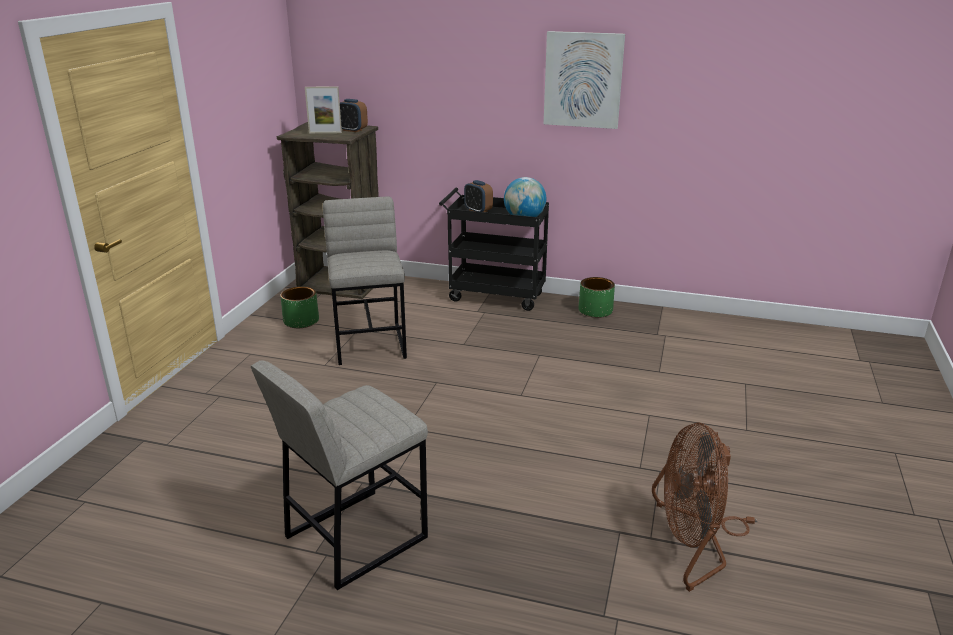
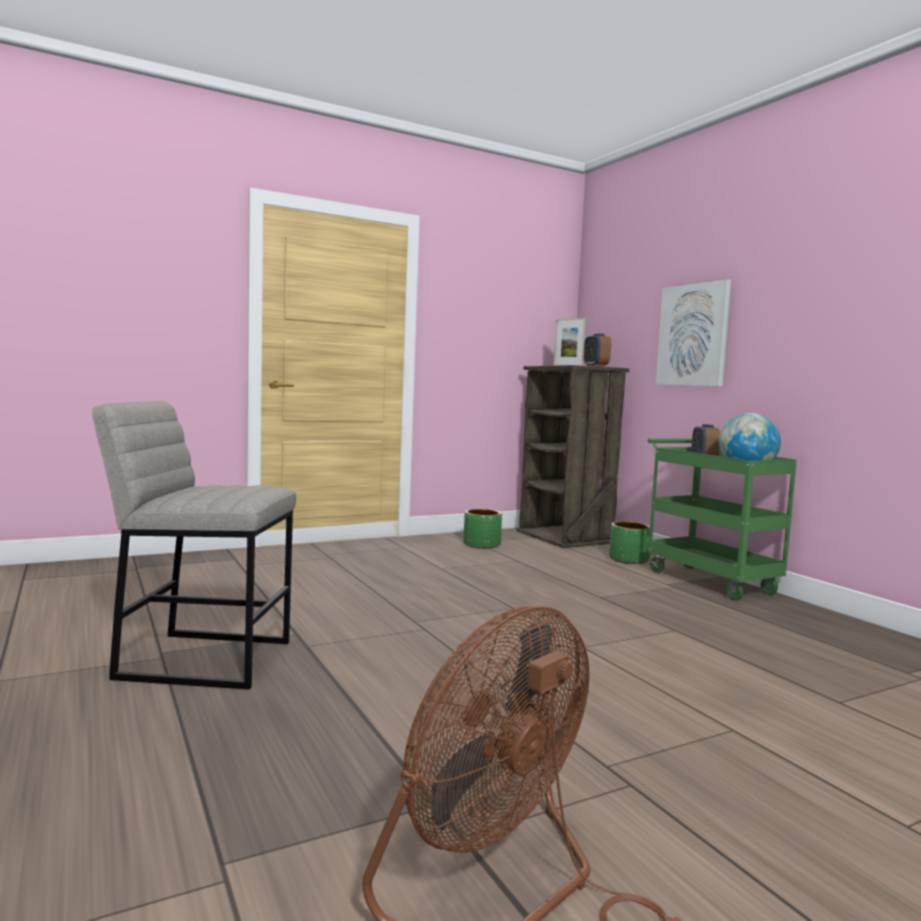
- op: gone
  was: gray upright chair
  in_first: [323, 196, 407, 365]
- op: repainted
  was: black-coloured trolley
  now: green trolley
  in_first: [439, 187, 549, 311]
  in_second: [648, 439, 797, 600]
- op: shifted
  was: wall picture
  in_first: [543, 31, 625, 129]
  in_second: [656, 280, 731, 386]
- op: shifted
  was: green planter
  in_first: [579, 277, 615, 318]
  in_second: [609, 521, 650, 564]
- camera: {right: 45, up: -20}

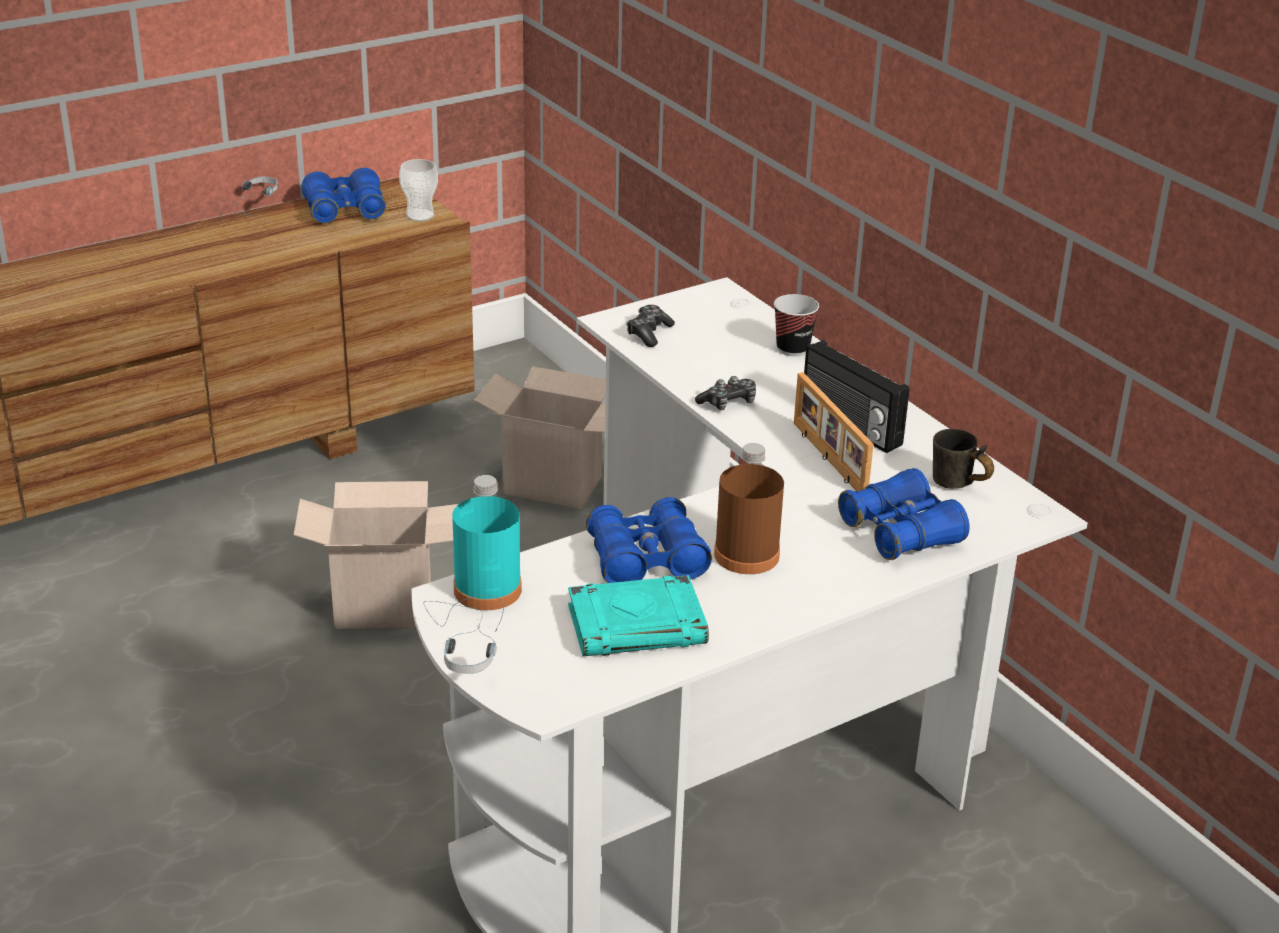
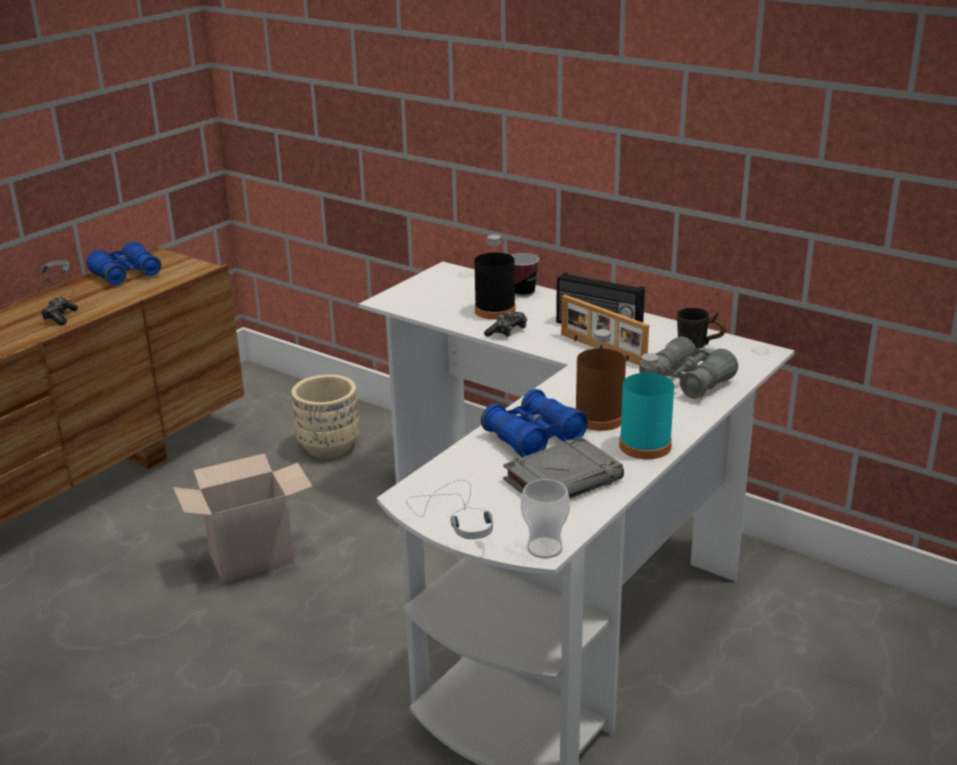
- op: shifted
  was: drinking cup
  in_first: [399, 159, 438, 222]
  in_second: [521, 479, 570, 559]
- op: shifted
  was: turquoise-coloured beverage bottle
  in_first: [452, 475, 522, 610]
  in_second: [619, 353, 674, 459]
- op: swapped
  was: cardboard box
  now: beige planter
  in_first: [474, 366, 606, 509]
  in_second: [291, 375, 359, 458]
- op: repainted
  was: turquoise-coloured volume
  now: gray volume
  in_first: [568, 575, 709, 656]
  in_second: [503, 437, 624, 499]
- op: shifted
  was: gamepad
  in_first: [627, 305, 675, 347]
  in_second: [41, 297, 78, 325]
- op: repainted
  was: blue-coloured field glasses
  now: gray field glasses
  in_first: [838, 468, 970, 560]
  in_second: [639, 337, 738, 399]
- op: new
  now: black-coloured beverage bottle
  in_second: [474, 235, 516, 320]
- camera: {right: -20, up: -5}

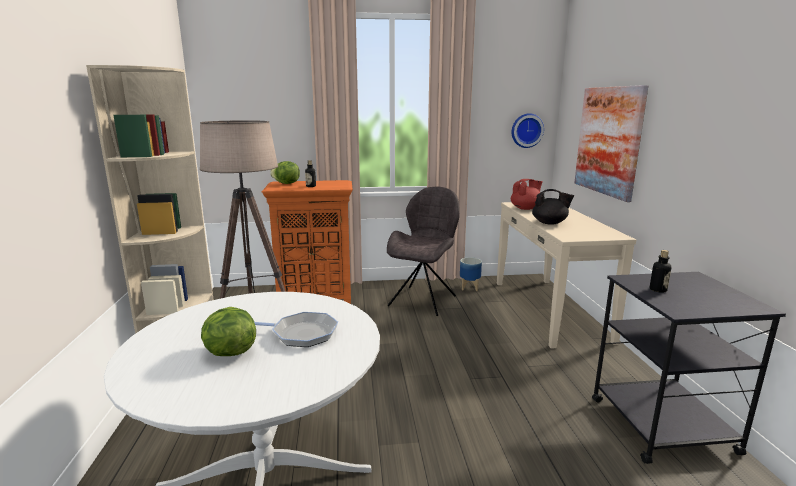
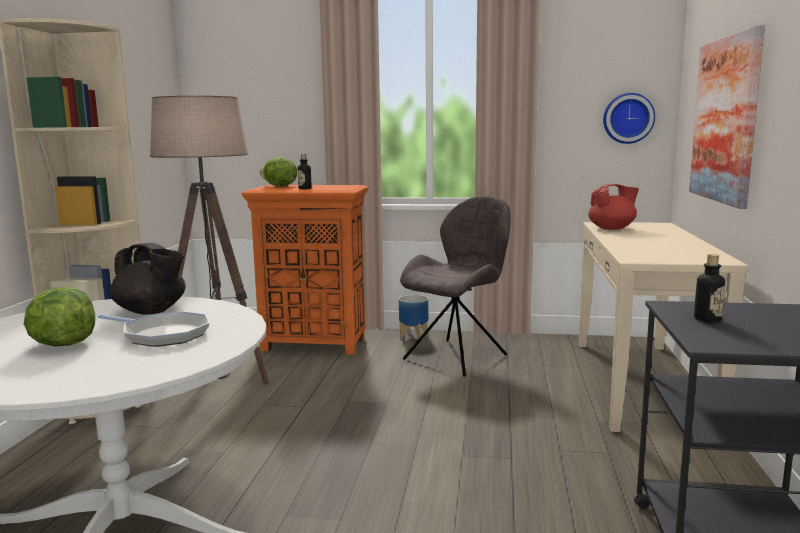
- op: shifted
  was: planter
  in_first: [460, 257, 482, 291]
  in_second: [399, 295, 428, 339]
- op: shifted
  was: black-coloured teapot
  in_first: [532, 189, 574, 225]
  in_second: [110, 243, 186, 315]
- camera: {right: 15, up: -5}

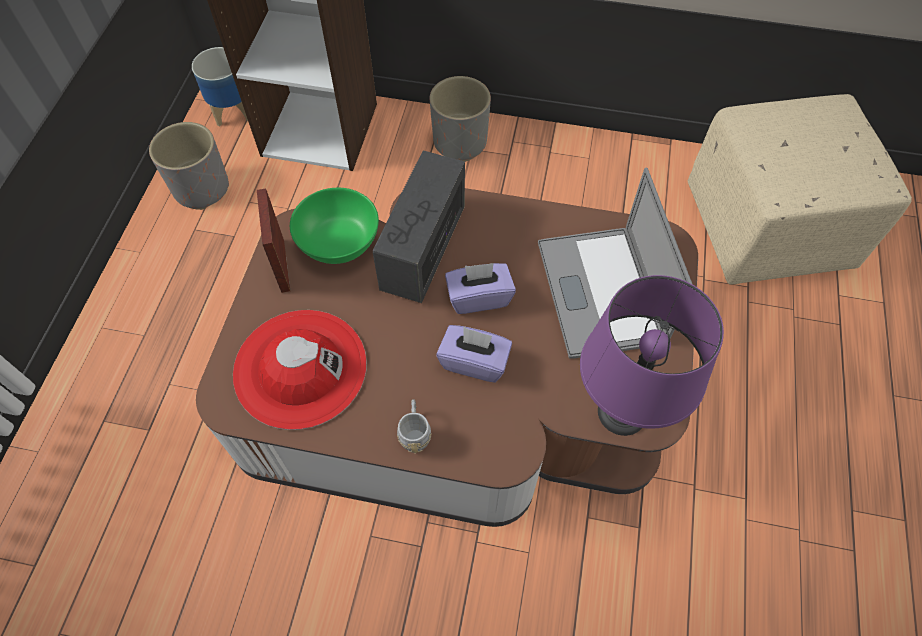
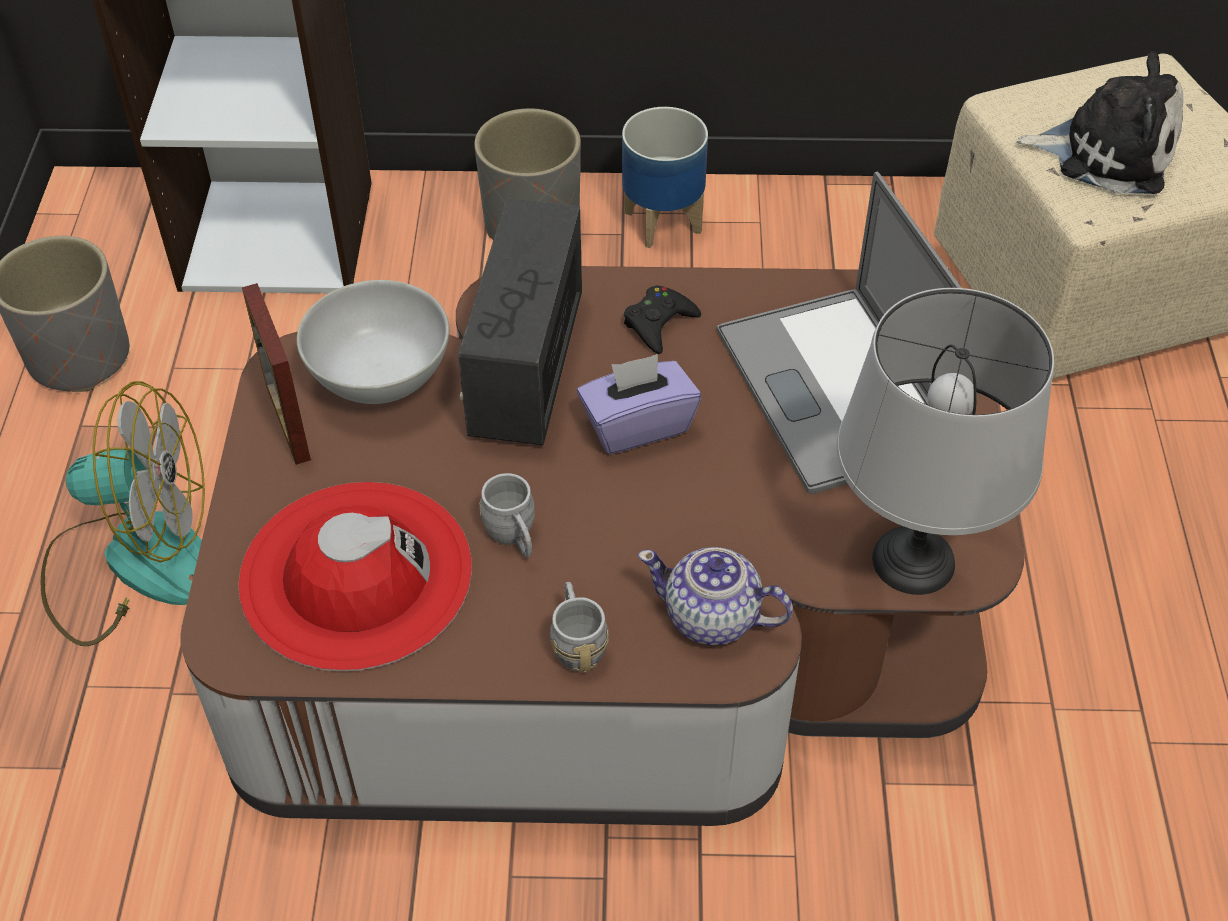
- op: shifted
  was: planter
  in_first: [192, 47, 248, 127]
  in_second: [622, 107, 708, 248]
- op: repainted
  was: green serving bowl
  now: white-coloured serving bowl
  in_first: [290, 188, 379, 264]
  in_second: [297, 280, 450, 404]
- op: gone
  was: purple-coloured box of tissues
  in_first: [436, 325, 512, 383]
- op: repainted
  was: purple-coloured lamp for a table
  now: gray lamp for a table
  in_first: [580, 275, 724, 436]
  in_second: [836, 288, 1054, 595]
- op: new
  now: cooling fan
  in_second: [40, 381, 205, 646]
- op: new
  now: gray coffee mug
  in_second: [479, 473, 535, 558]
- op: new
  now: black-coloured gamepad
  in_second: [624, 285, 701, 354]
- op: new
  now: teapot
  in_second: [638, 547, 793, 645]
- op: new
  now: cuddly toy
  in_second: [1016, 51, 1183, 194]
- camera: {right: -10, up: -10}

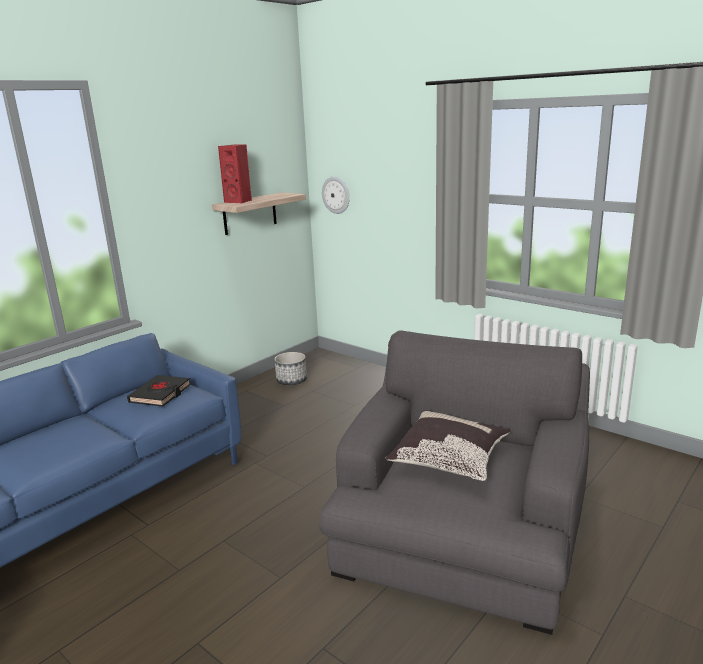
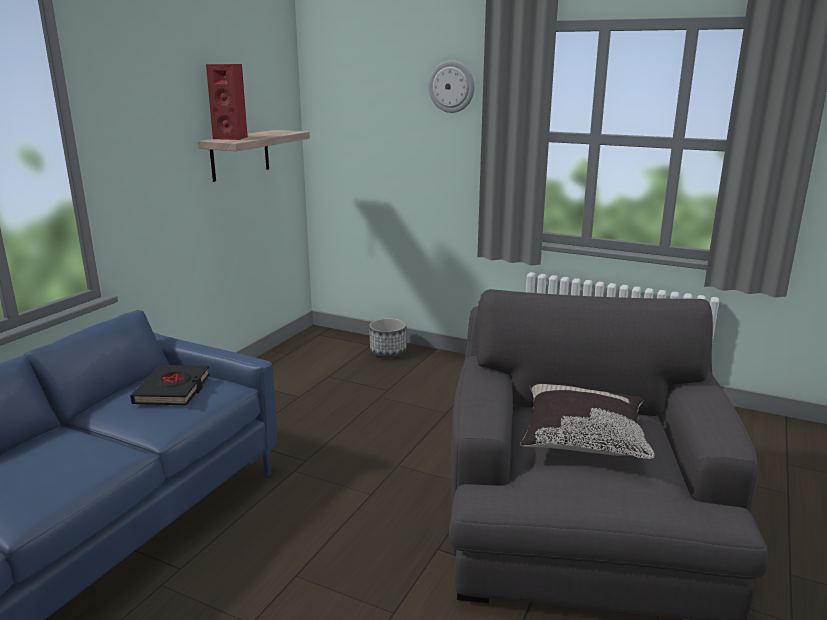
- op: shifted
  was: planter
  in_first: [274, 352, 307, 385]
  in_second: [369, 318, 407, 357]
- op: shifted
  was: clock on the wall
  in_first: [322, 177, 350, 214]
  in_second: [428, 60, 475, 113]
- camera: {right: -15, up: 0}

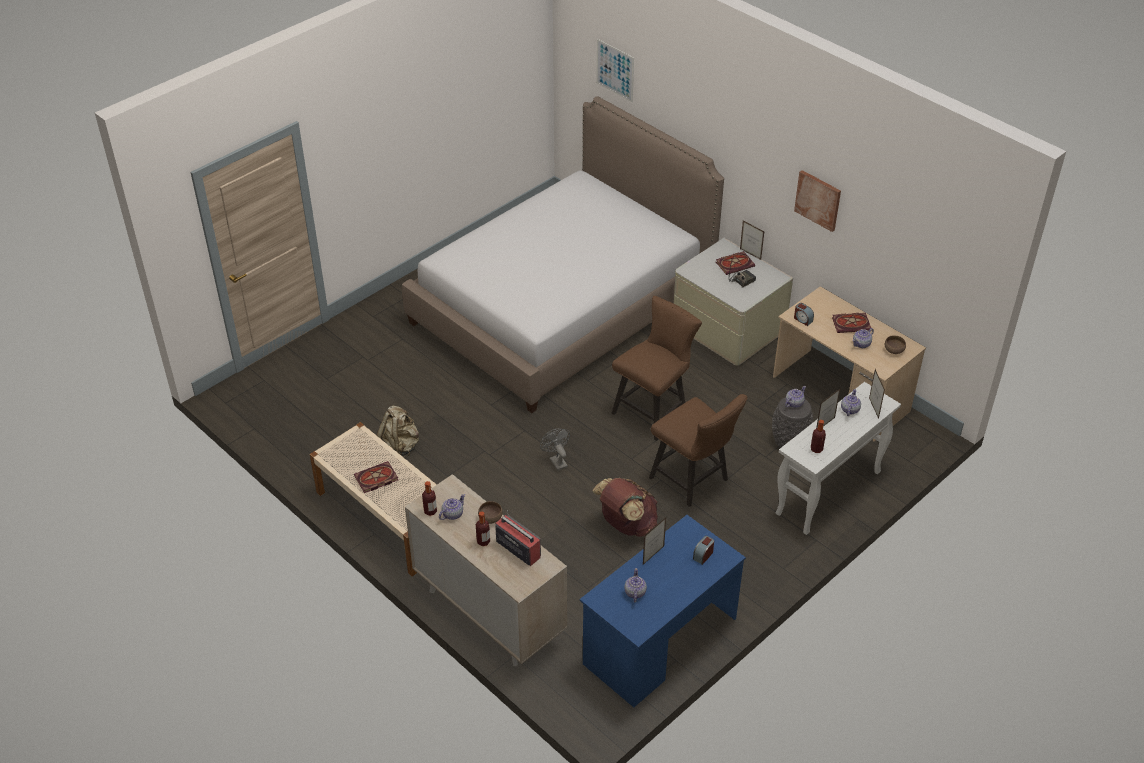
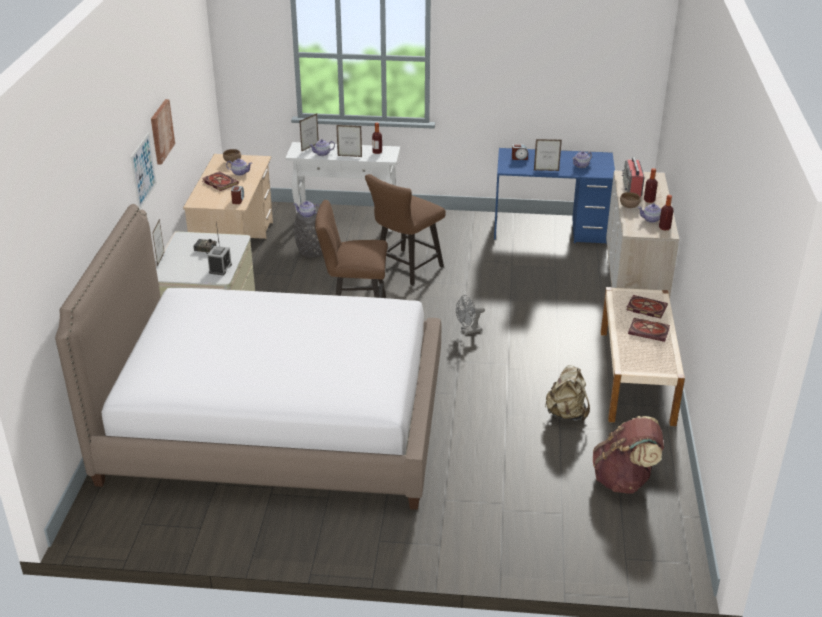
- op: rotated
  was: gray cooling fan
  in_first: [540, 429, 570, 471]
  in_second: [456, 295, 485, 335]
  clockwise: 45
- op: shifted
  was: brownish rucksack
  in_first: [592, 478, 658, 537]
  in_second: [593, 416, 664, 493]
- op: shifted
  was: wall picture
  in_first: [596, 39, 634, 102]
  in_second: [130, 132, 157, 210]
- op: rotated
  was: brownish upright chair
  in_first: [649, 394, 748, 507]
  in_second: [365, 174, 446, 285]
  clockwise: -150
- op: shifted
  was: volume
  in_first: [716, 251, 755, 275]
  in_second: [626, 295, 668, 318]
- op: new
  now: bedside clock
  in_second: [207, 246, 232, 275]
- camera: {right: -130, up: -10}

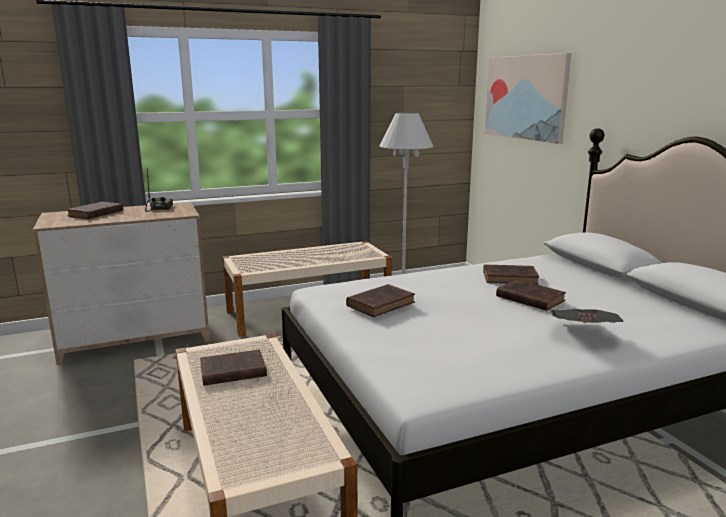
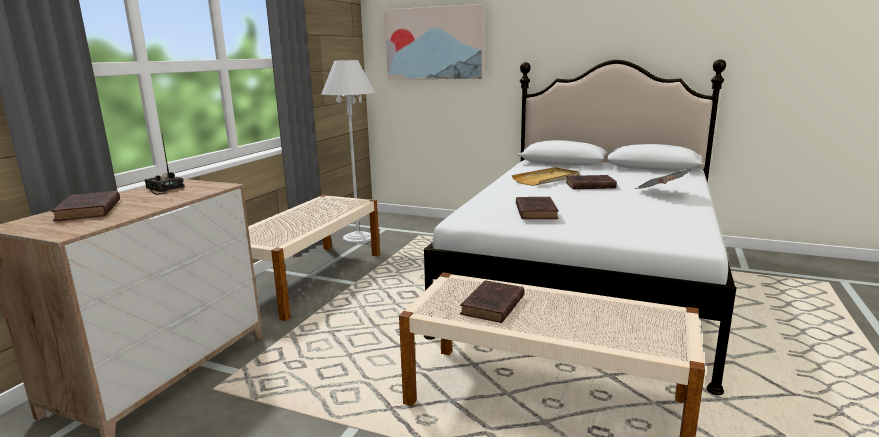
- op: swapped
  was: brownish volume
  now: beige carrying tray
  in_first: [483, 264, 539, 285]
  in_second: [512, 167, 579, 186]
- camera: {right: -45, up: 0}

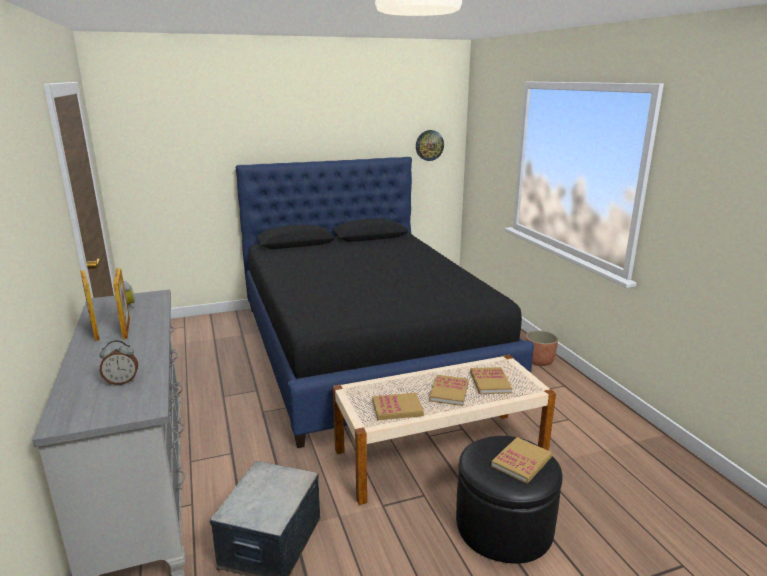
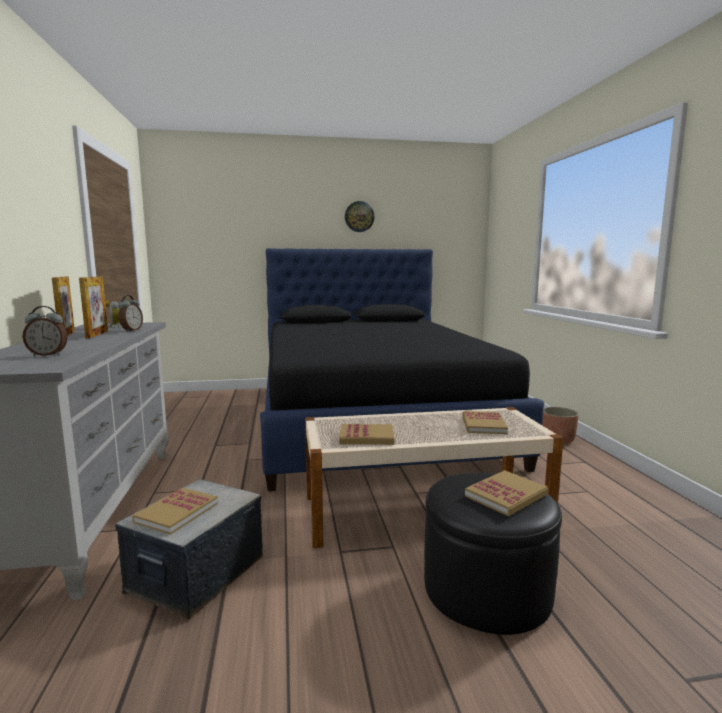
- op: shifted
  was: clock on the wall
  in_first: [416, 130, 444, 161]
  in_second: [345, 201, 374, 232]
- op: shifted
  was: volume
  in_first: [429, 375, 469, 406]
  in_second: [132, 488, 218, 535]
- op: new
  now: bedside clock
  in_second: [118, 295, 143, 332]
- camera: {right: 10, up: -10}

